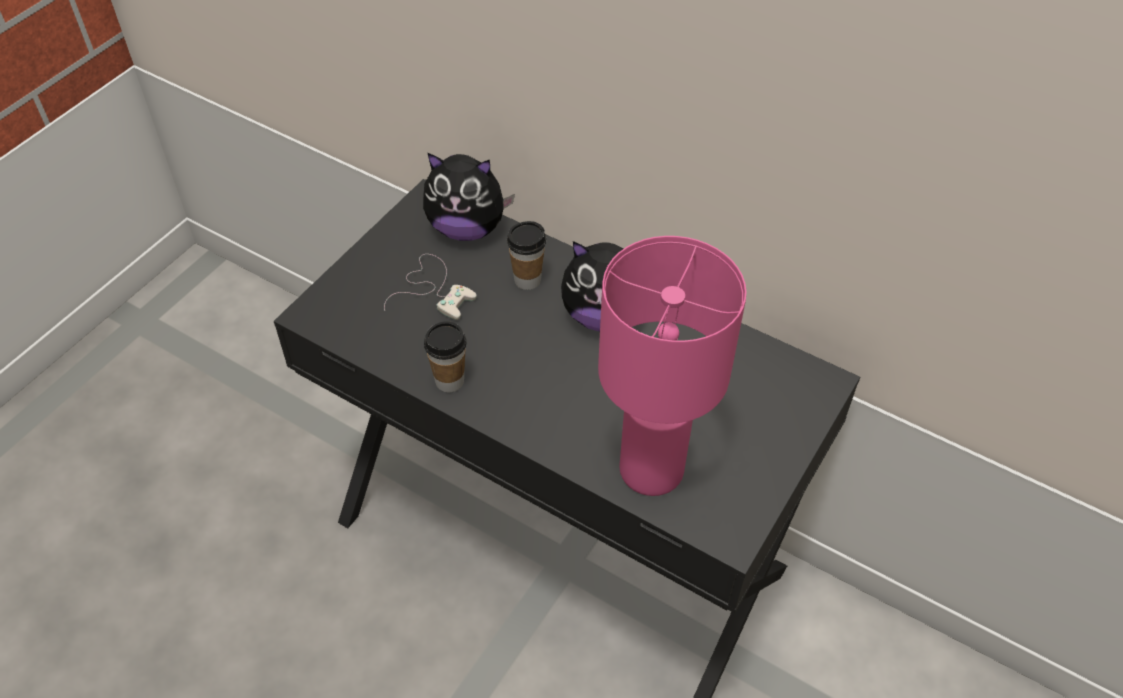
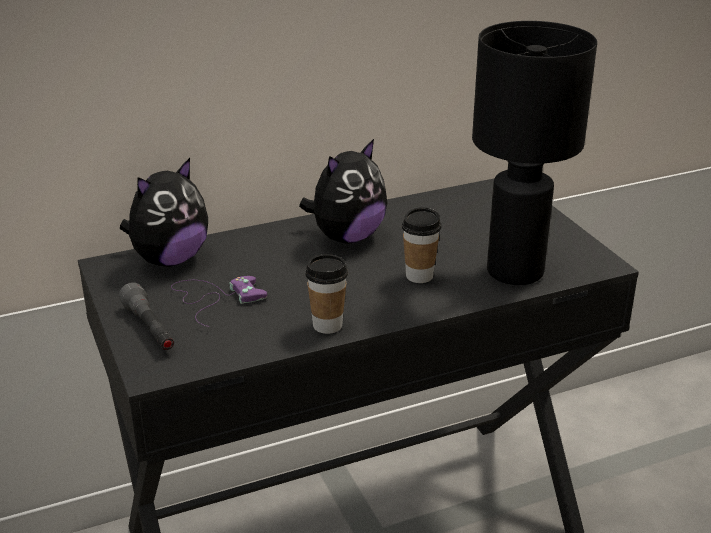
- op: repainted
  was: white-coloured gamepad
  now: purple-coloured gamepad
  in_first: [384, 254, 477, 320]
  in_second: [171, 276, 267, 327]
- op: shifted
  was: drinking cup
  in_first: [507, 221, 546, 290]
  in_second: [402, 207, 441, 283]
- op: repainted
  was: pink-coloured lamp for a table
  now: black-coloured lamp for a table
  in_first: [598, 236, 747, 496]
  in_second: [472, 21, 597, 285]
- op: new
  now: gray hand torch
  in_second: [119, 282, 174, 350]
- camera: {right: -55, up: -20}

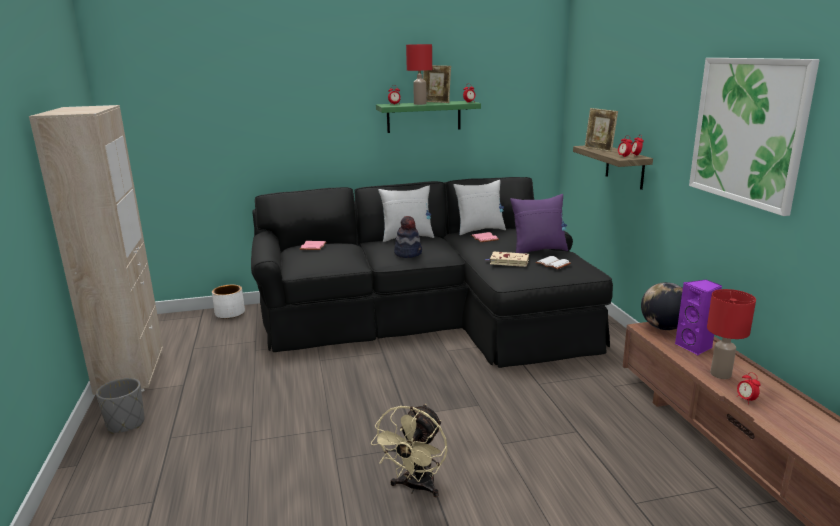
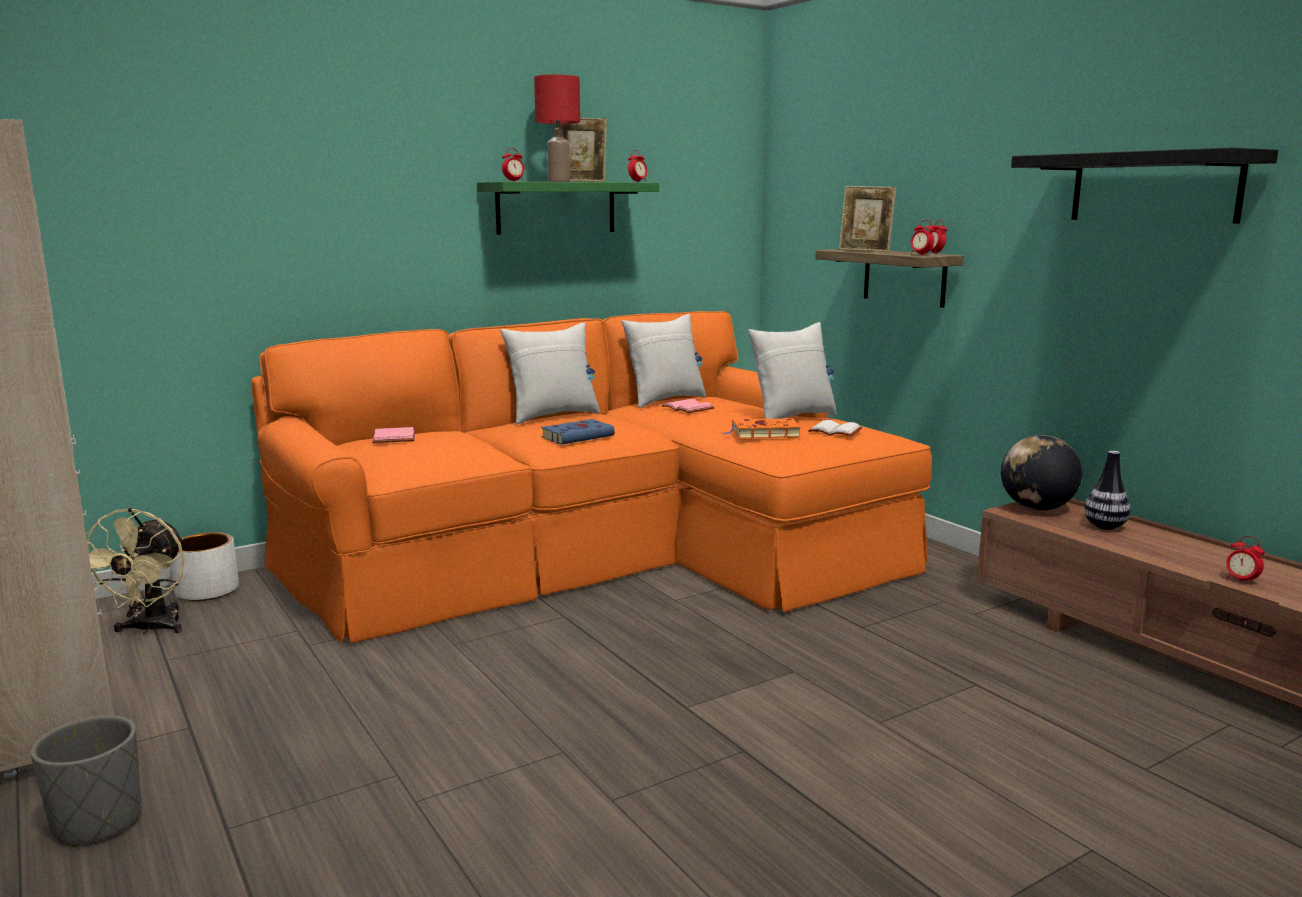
- op: repainted
  was: black-coloured couch
  now: orange-coloured couch
  in_first: [251, 177, 613, 368]
  in_second: [251, 311, 932, 643]
- op: shifted
  was: beige cooling fan
  in_first: [371, 404, 448, 497]
  in_second: [86, 508, 185, 634]
- op: swapped
  was: hat
  now: blue-coloured volume
  in_first: [394, 216, 422, 258]
  in_second: [541, 419, 615, 445]
- op: repainted
  was: beige volume
  now: orange-coloured volume
  in_first: [485, 252, 529, 267]
  in_second: [723, 418, 801, 438]
- op: repainted
  was: purple-coloured pillow
  now: gray pillow
  in_first: [510, 194, 568, 253]
  in_second: [748, 322, 837, 419]
- op: swapped
  was: purple-coloured speaker
  now: flower vase
  in_first: [675, 279, 722, 355]
  in_second: [1084, 451, 1131, 530]
- op: swapped
  was: wall picture
  now: black-coloured shelf
  in_first: [689, 58, 820, 216]
  in_second: [1011, 148, 1278, 224]
- op: gone
  was: red-coloured lamp for a table
  in_first: [707, 289, 756, 379]
- camera: {right: -20, up: -5}

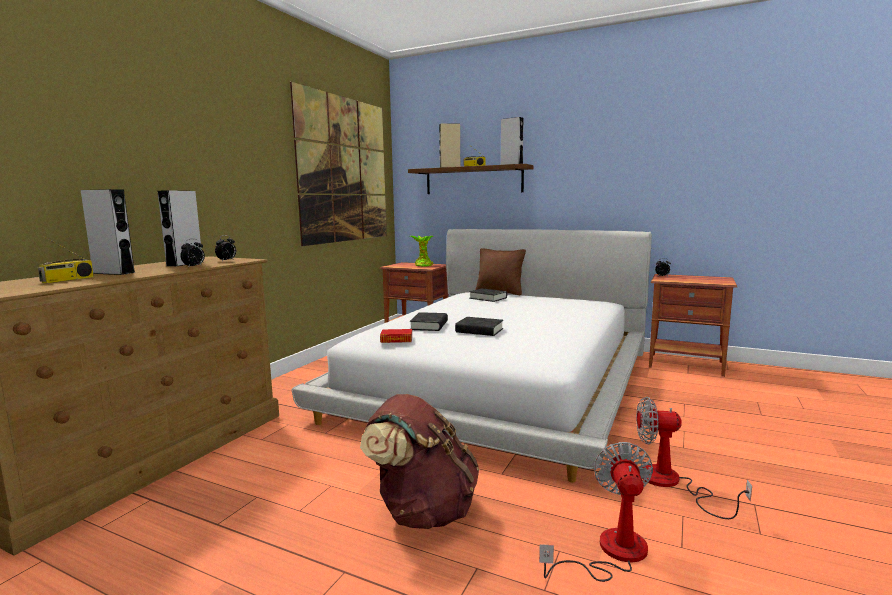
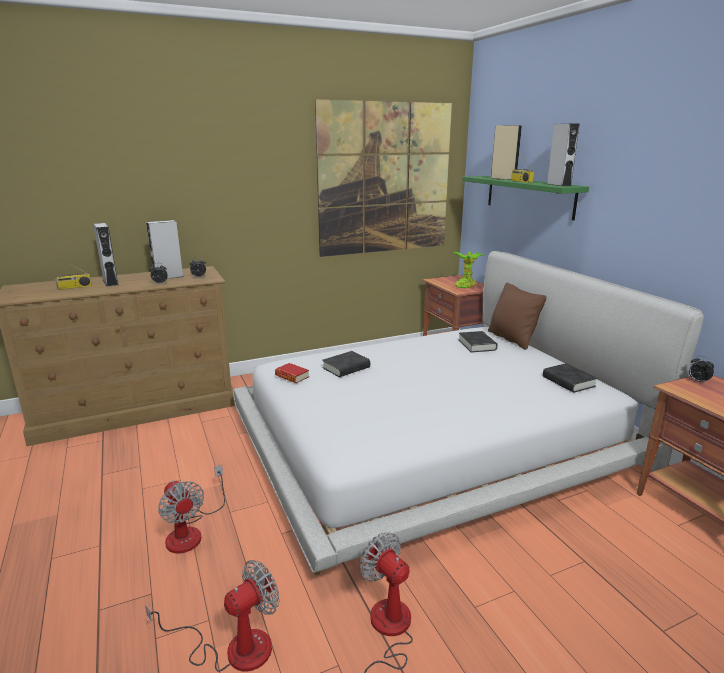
- op: swapped
  was: brownish rucksack
  now: cooling fan
  in_first: [360, 394, 479, 529]
  in_second: [158, 464, 225, 554]
- op: repainted
  was: brownish shelf
  now: green shelf
  in_first: [408, 164, 533, 194]
  in_second: [462, 176, 589, 220]
- op: shifted
  was: black-coloured volume
  in_first: [455, 317, 503, 336]
  in_second: [543, 363, 597, 393]
- camera: {right: 40, up: 10}

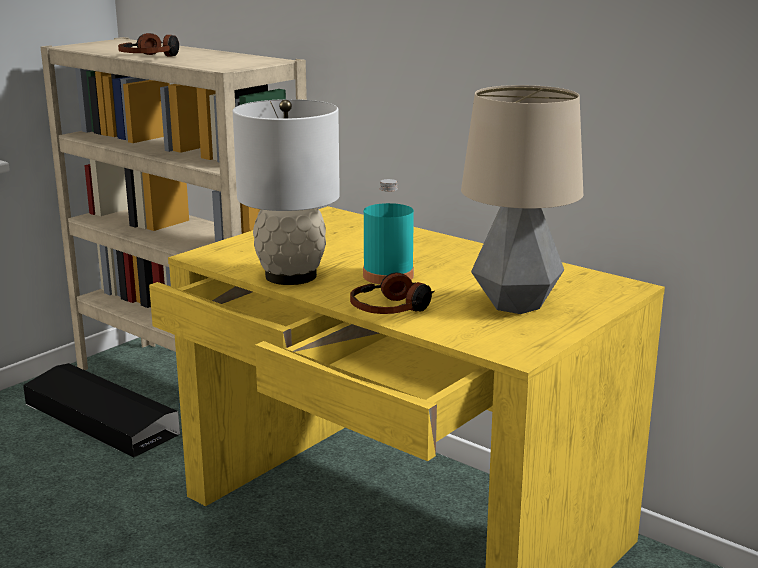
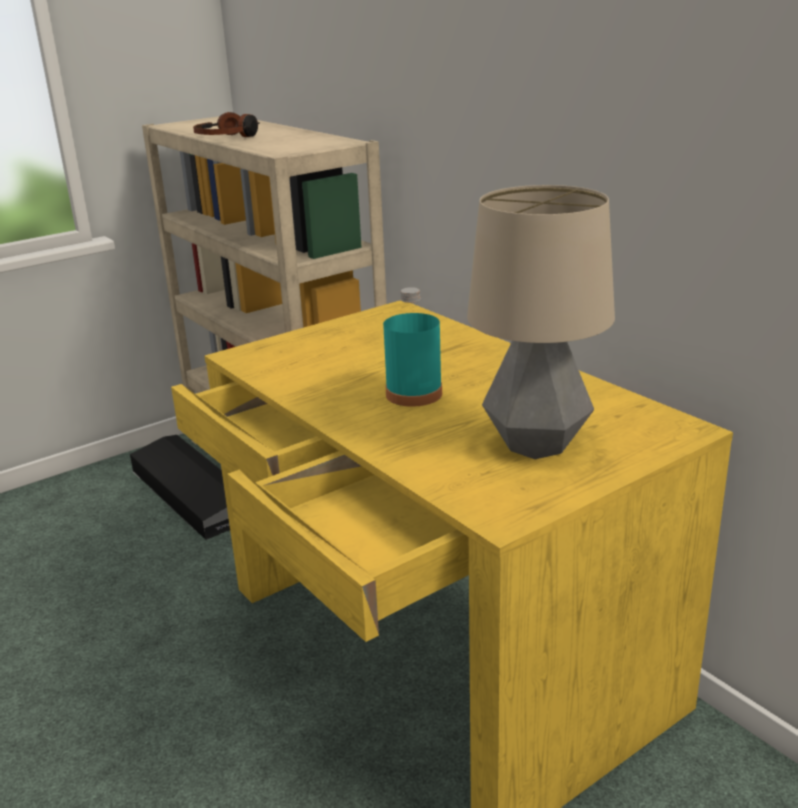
- op: gone
  was: white-coloured lamp for a table
  in_first: [233, 99, 340, 285]
- op: gone
  was: headset
  in_first: [350, 272, 434, 314]
- camera: {right: 15, up: 5}

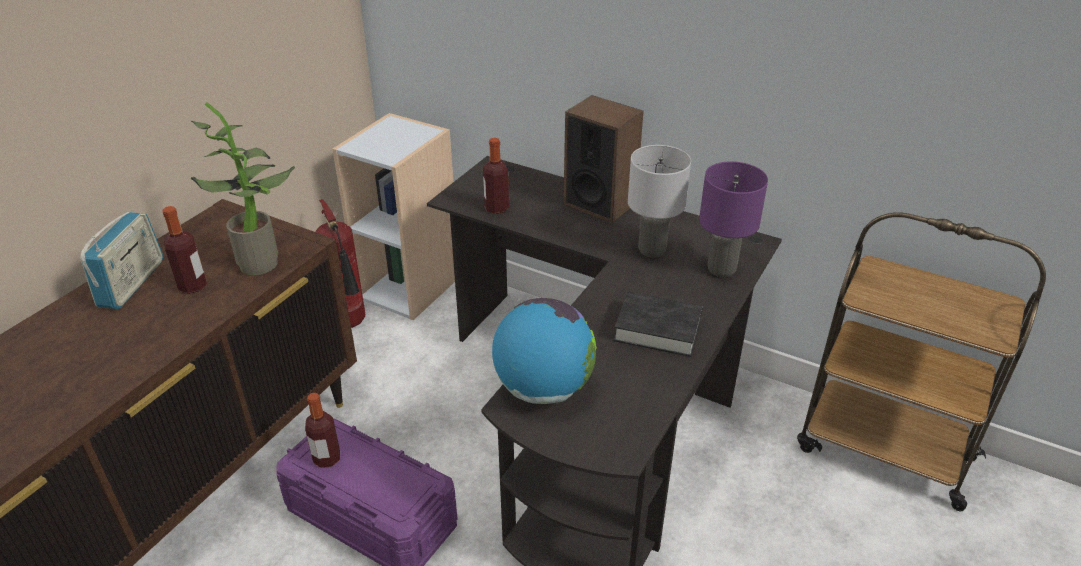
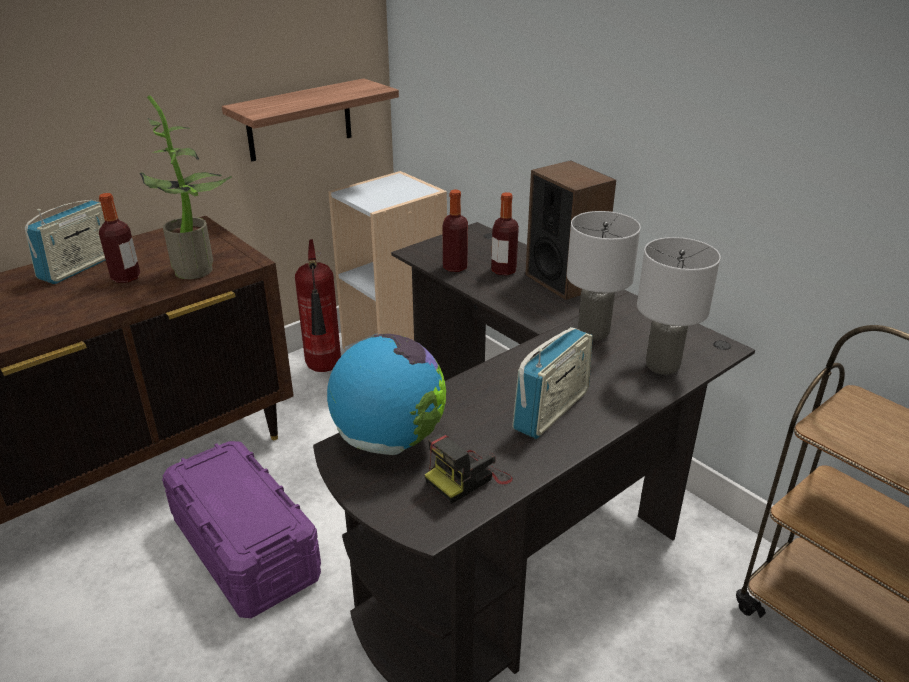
- op: shifted
  was: beverage bottle
  in_first: [305, 393, 340, 468]
  in_second: [491, 192, 519, 276]
- op: swapped
  was: black-coloured volume
  now: radio receiver
  in_first: [614, 292, 703, 357]
  in_second: [512, 327, 593, 439]
- op: repainted
  was: purple-coloured lamp for a table
  now: white-coloured lamp for a table
  in_first: [699, 161, 768, 277]
  in_second: [637, 237, 721, 375]
- op: new
  now: shelf
  in_second: [222, 78, 399, 161]
- op: new
  now: still camera
  in_second: [425, 434, 513, 504]
- camera: {right: 20, up: -5}

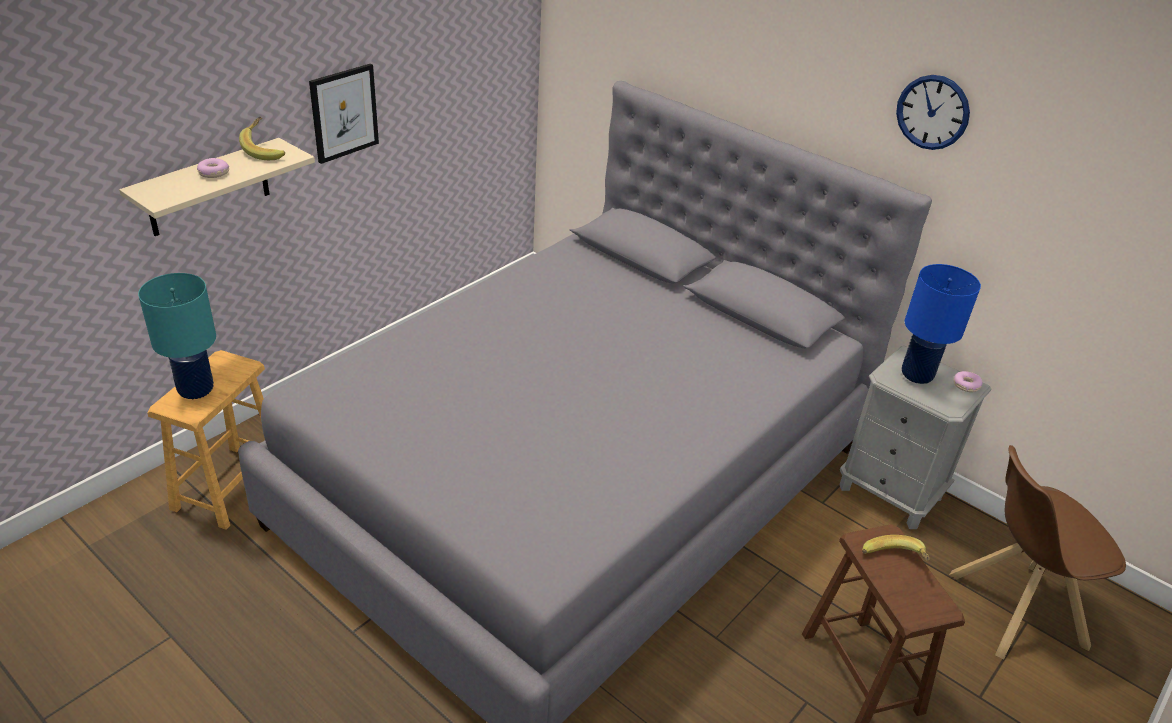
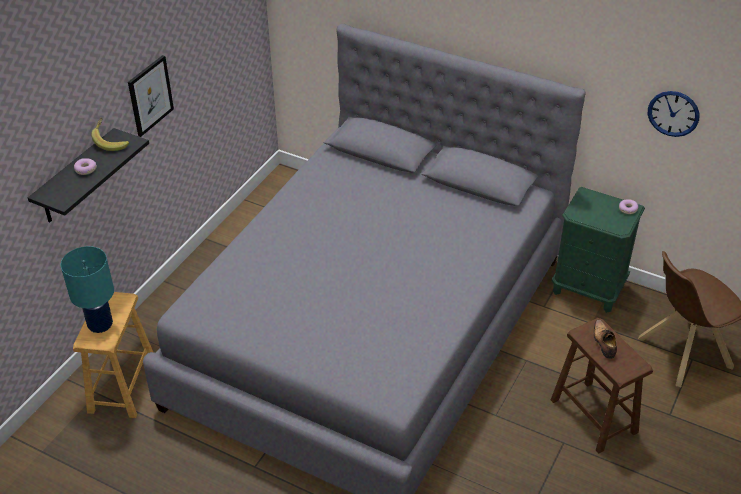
- op: repainted
  was: beige shelf
  now: black-coloured shelf
  in_first: [119, 138, 315, 236]
  in_second: [28, 128, 149, 223]
- op: repainted
  was: gray night table
  now: green night table
  in_first: [840, 345, 992, 529]
  in_second: [552, 187, 645, 313]
- op: swapped
  was: banana fruit
  now: low shoe
  in_first: [862, 535, 930, 561]
  in_second: [594, 320, 617, 359]
- op: shifted
  was: clock on the wall
  in_first: [896, 75, 970, 150]
  in_second: [648, 91, 700, 137]
- op: gone
  was: blue-coloured lamp for a table
  in_first: [902, 264, 981, 384]
- camera: {right: -10, up: 5}

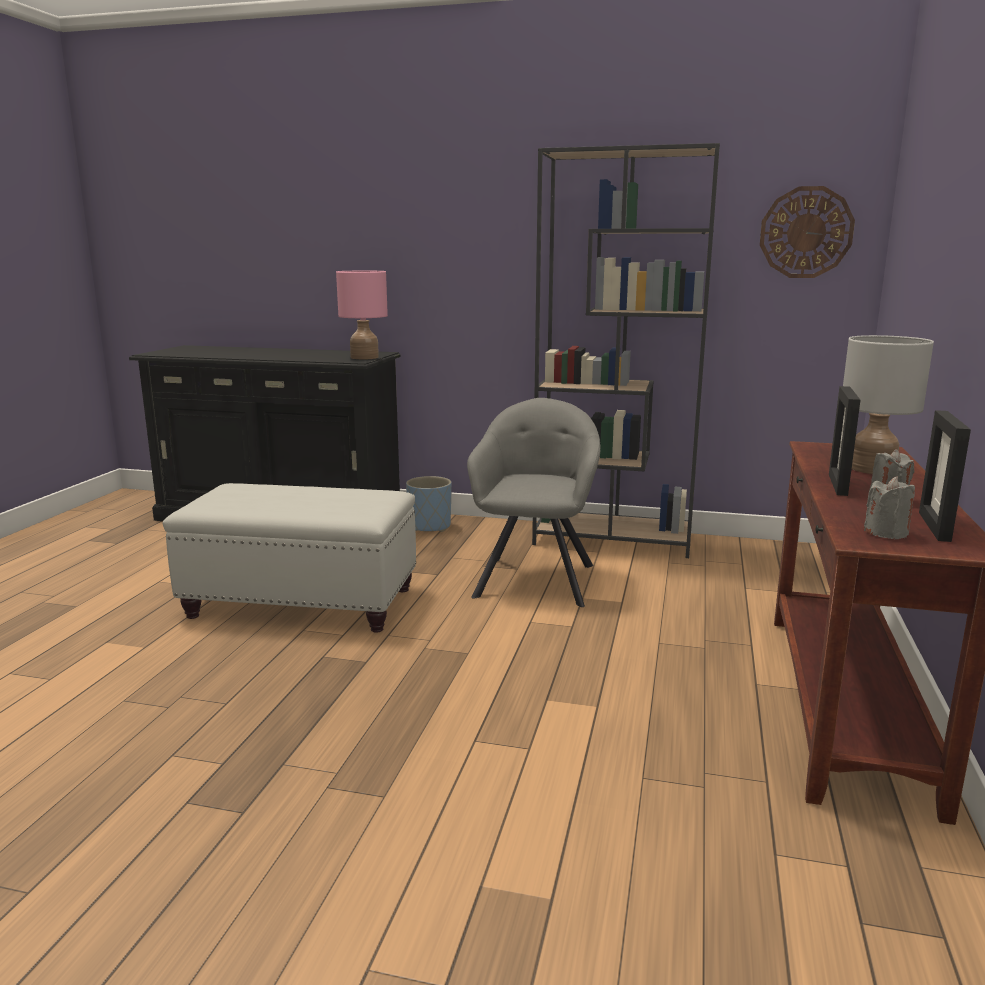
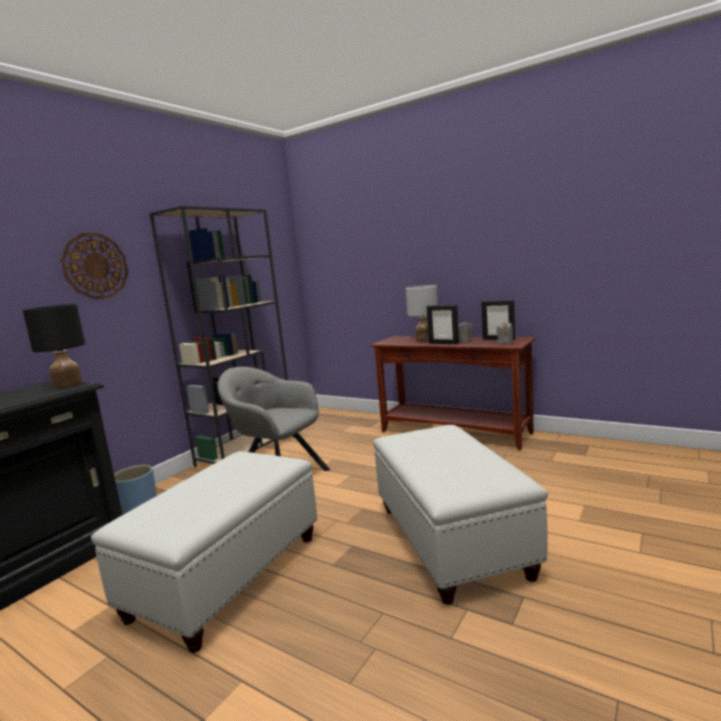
- op: repainted
  was: pink-coloured lamp for a table
  now: black-coloured lamp for a table
  in_first: [336, 271, 388, 359]
  in_second: [23, 304, 85, 388]
- op: shifted
  was: clock on the wall
  in_first: [760, 186, 855, 278]
  in_second: [61, 233, 129, 299]
- op: new
  now: white-coloured pouffe
  in_second: [373, 425, 548, 605]
- camera: {right: -70, up: -5}

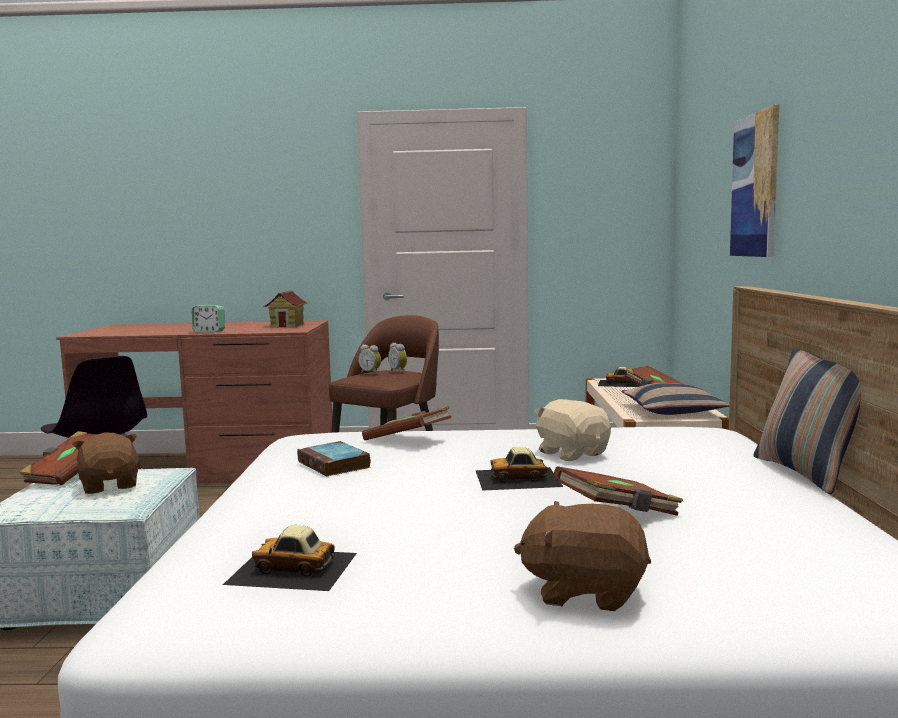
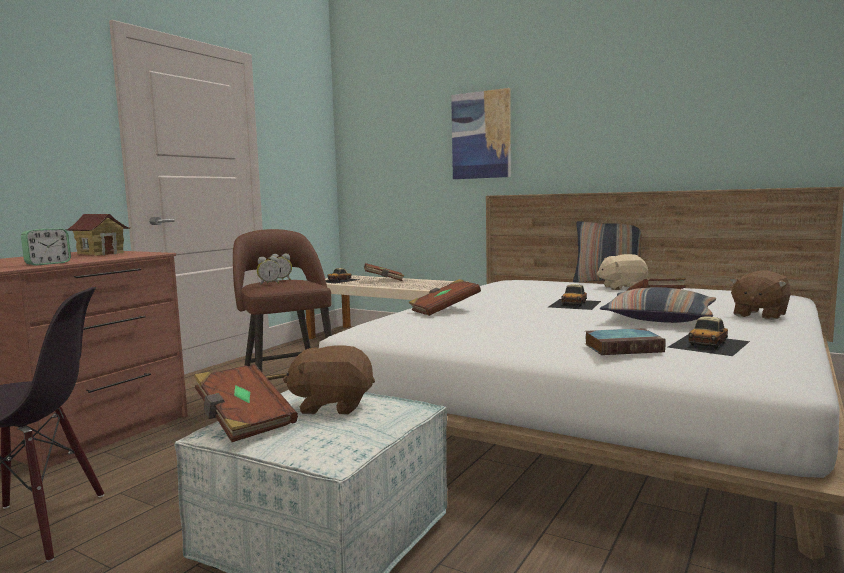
- op: shifted
  was: volume
  in_first: [297, 441, 371, 477]
  in_second: [585, 328, 666, 355]
- op: shifted
  was: beige cuddly toy
  in_first: [534, 399, 611, 461]
  in_second: [596, 254, 648, 290]
- op: shifted
  was: pillow
  in_first: [622, 383, 730, 415]
  in_second: [600, 287, 716, 323]
- camera: {right: -60, up: 0}

